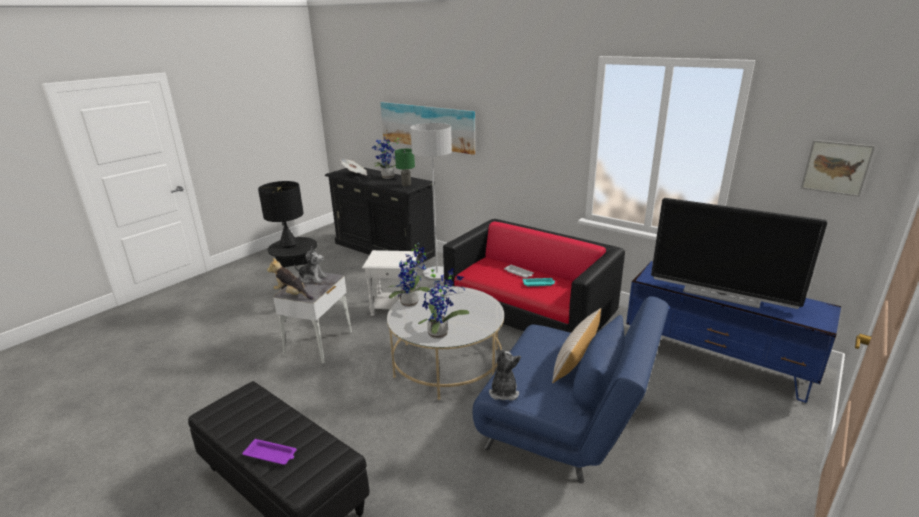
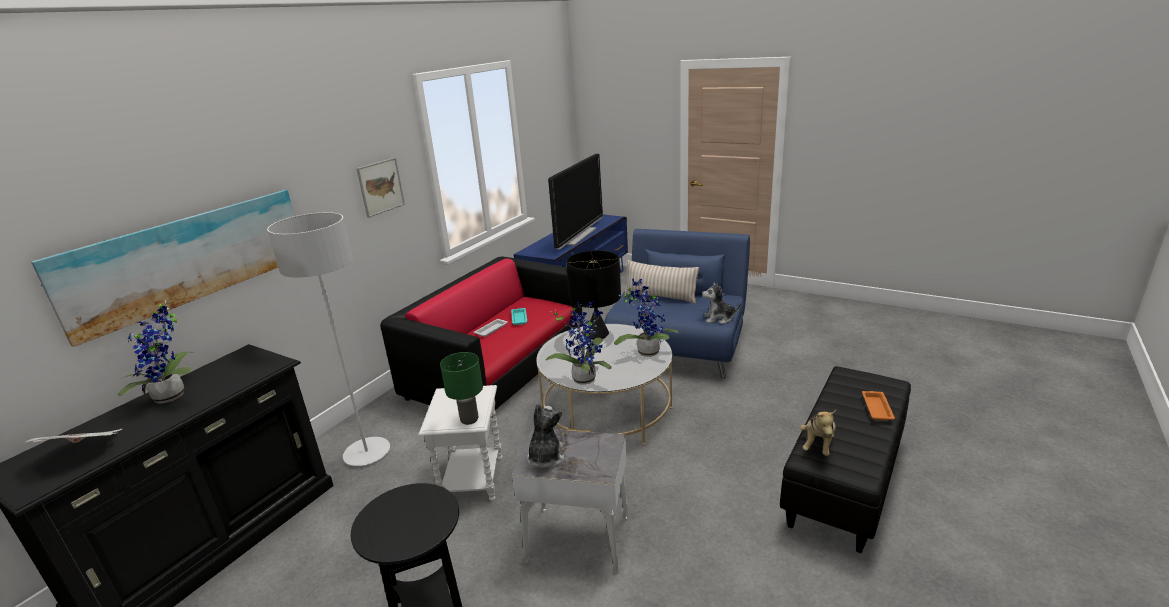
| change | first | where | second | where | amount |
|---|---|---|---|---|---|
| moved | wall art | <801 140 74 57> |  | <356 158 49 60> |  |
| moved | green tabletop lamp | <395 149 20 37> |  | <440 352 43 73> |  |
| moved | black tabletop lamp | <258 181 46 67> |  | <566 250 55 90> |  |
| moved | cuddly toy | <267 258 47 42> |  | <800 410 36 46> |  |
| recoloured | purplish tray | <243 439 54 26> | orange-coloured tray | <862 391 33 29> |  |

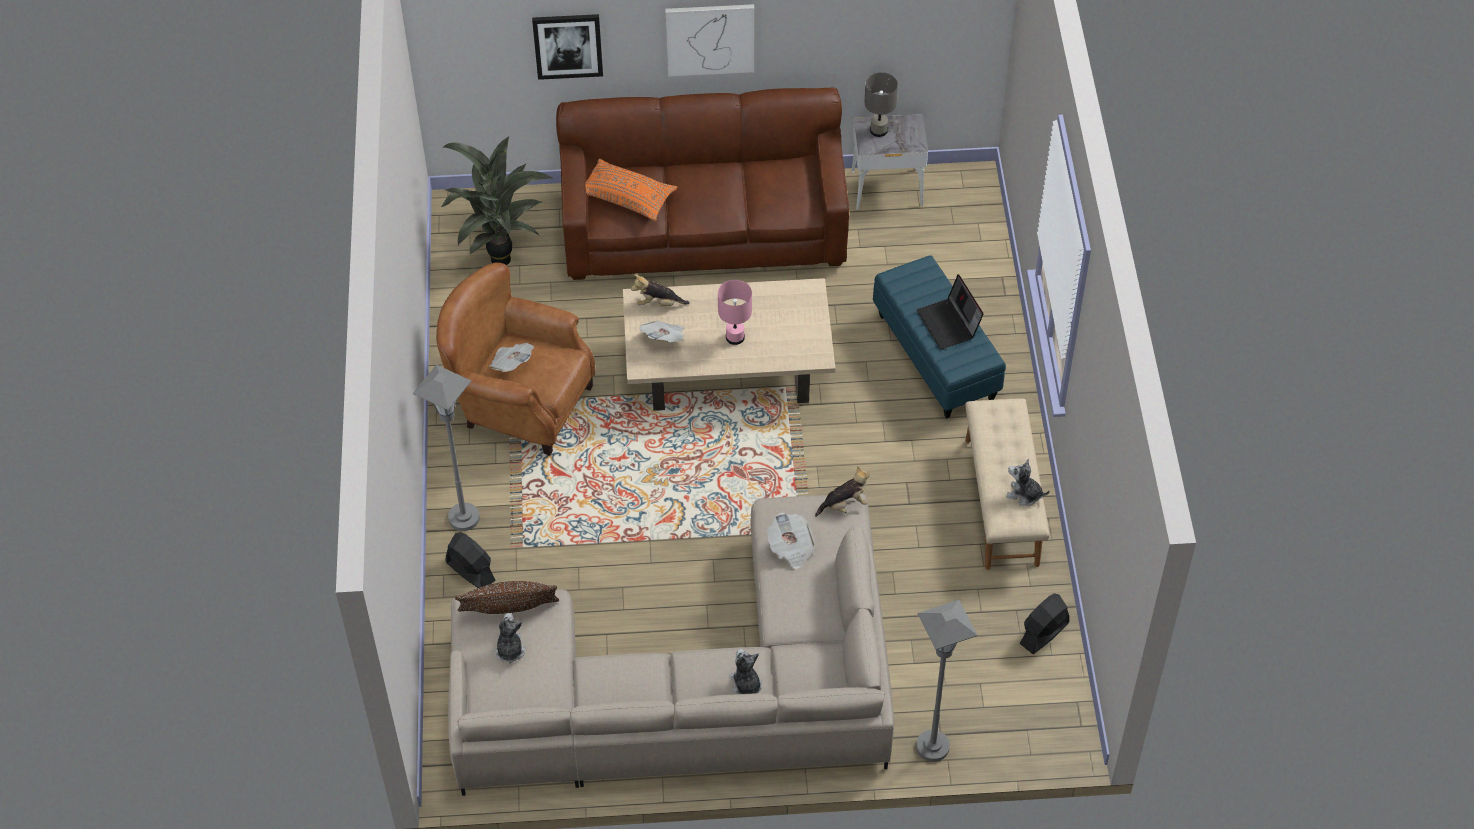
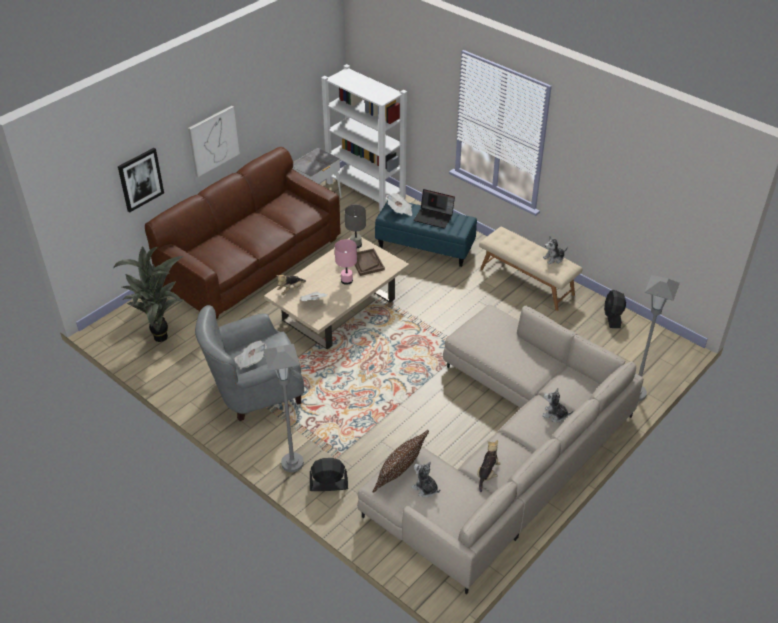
| change | first | where | second | where | amount |
|---|---|---|---|---|---|
| recoloured | brown easy chair | <436 262 159 194> | greyish easy chair | <195 305 109 116> |  |
| added |  |  | whitish bookshelf | <321 64 86 148> |  |
| moved | greyish tabletop lamp | <865 72 33 65> |  | <345 205 21 43> |  |
| added |  |  | brown tray | <355 248 30 28> |  |
| moved | printed paper | <767 512 49 57> |  | <386 193 26 23> |  |
| moved | cuddly toy | <815 466 55 51> |  | <477 440 24 52> |  |
| removed | orange-coloured cushion | <585 159 92 62> |  |  |  |

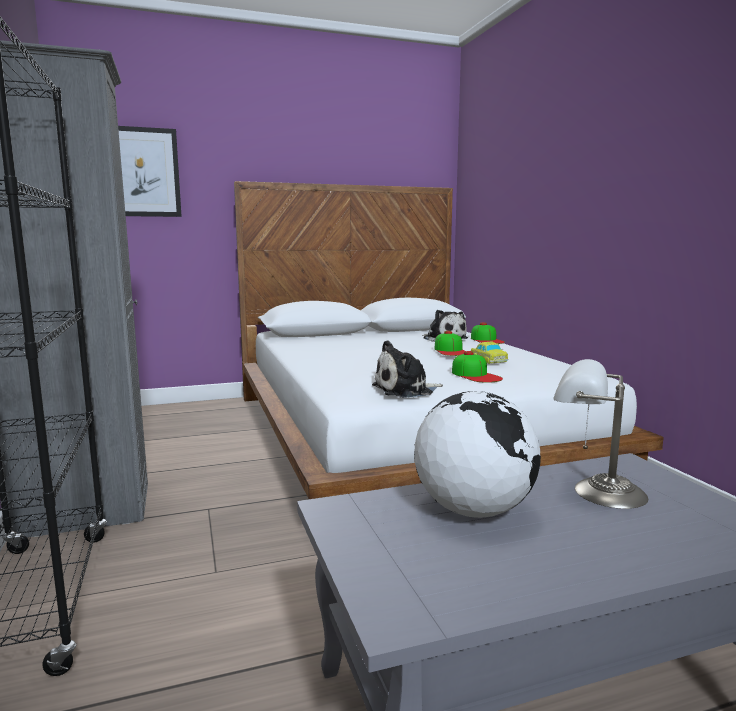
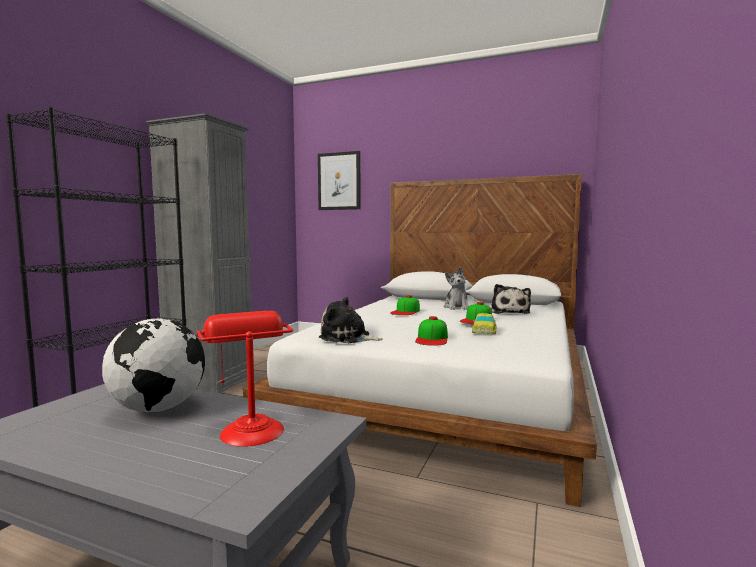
| change | first | where | second | where | amount |
|---|---|---|---|---|---|
| recoloured | whitish tabletop lamp | <554 359 94 150> | reddish tabletop lamp | <197 311 96 136> |  |
| moved | baseball cap | <471 322 34 22> |  | <390 295 30 20> |  |
| added |  |  | cuddly toy | <444 267 25 43> |  |

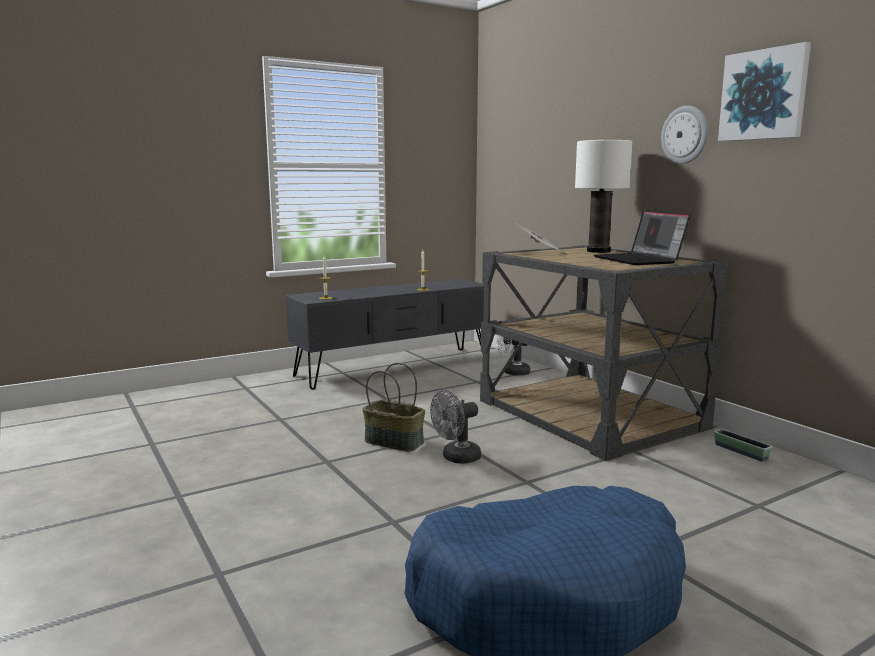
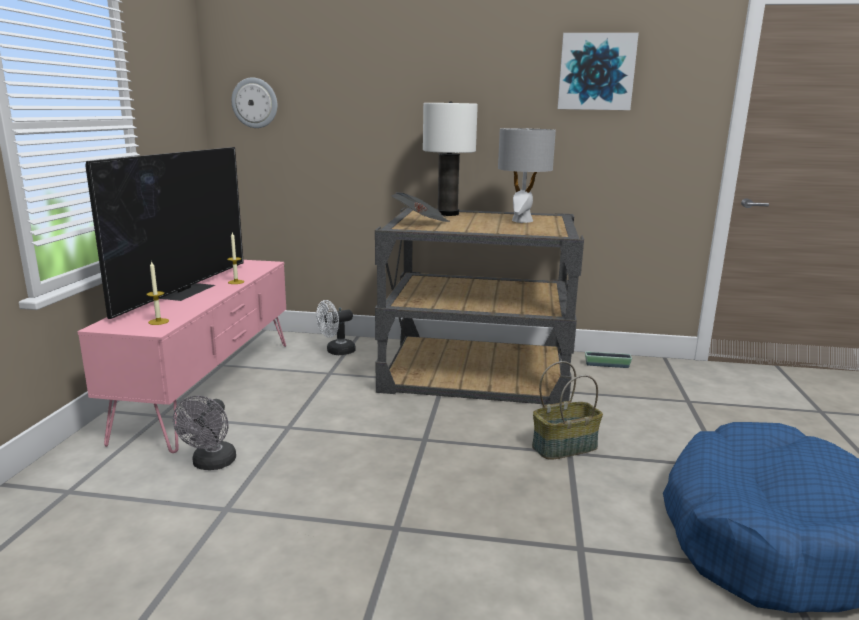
| change | first | where | second | where | amount |
|---|---|---|---|---|---|
| recoloured | greyish tv stand | <285 279 199 111> | pink tv stand | <77 260 209 193> |  |
| added |  |  | TV | <85 147 159 172> |  |
| moved | greyish cooling fan | <430 390 51 74> |  | <173 396 63 74> |  |
| moved | wall clock | <661 106 47 58> |  | <231 78 46 50> |  |
| replaced | portable computer | <594 210 96 55> | greyish tabletop lamp | <498 128 58 95> |  |
| moved | storage basket | <362 363 63 88> |  | <532 361 71 99> |  |

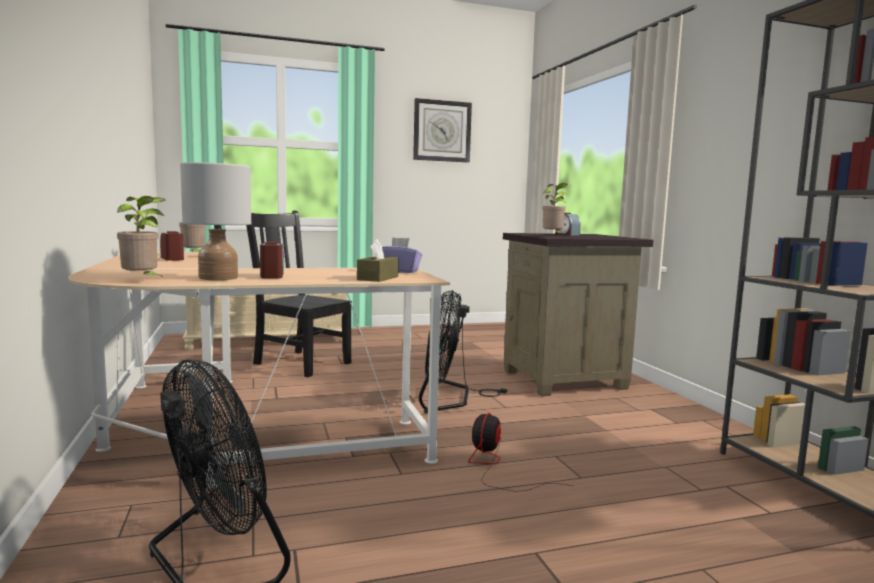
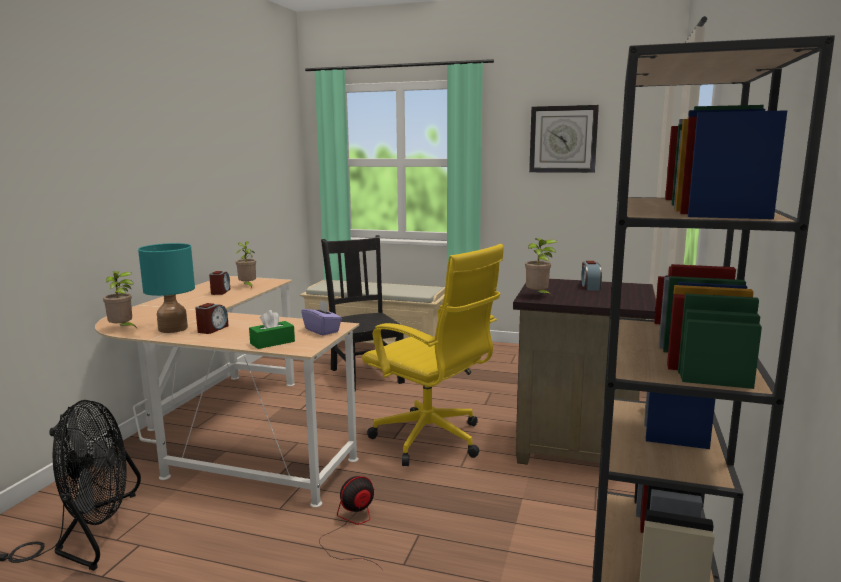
| change | first | where | second | where | amount |
|---|---|---|---|---|---|
| recoloured | greyish tabletop lamp | <180 162 71 118> | blue-green tabletop lamp | <138 243 57 90> |  |
| recoloured | brown tissue holder | <357 239 42 43> | green tissue holder | <249 310 46 39> |  |
| replaced | black cooling fan | <419 290 90 124> | yellow office chair | <362 244 142 222> |  |

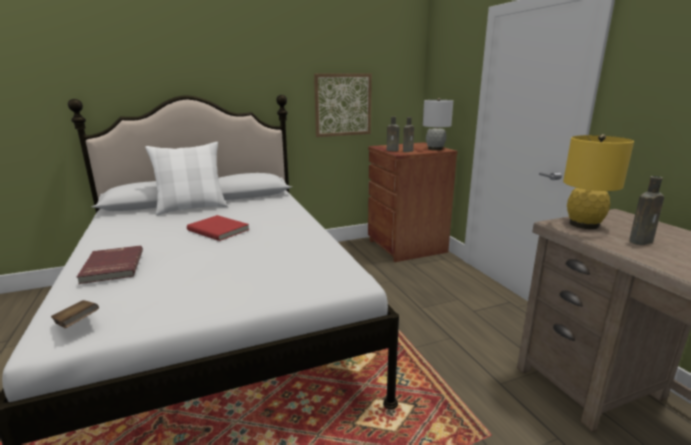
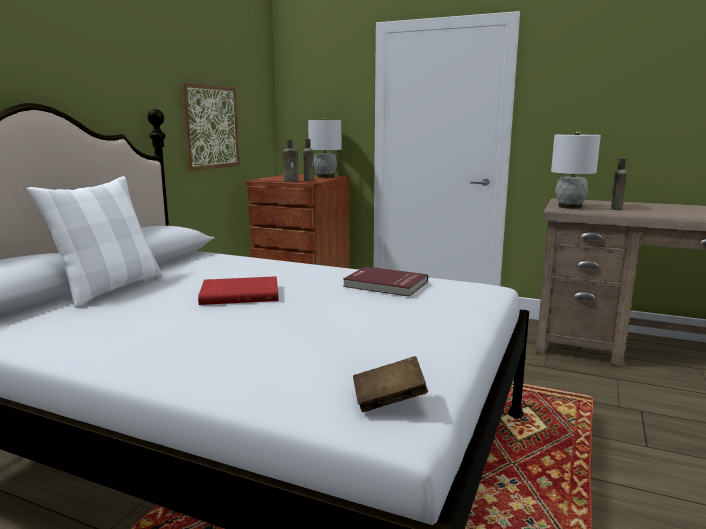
| change | first | where | second | where | amount |
|---|---|---|---|---|---|
| moved | reddish volume | <77 246 66 38> |  | <343 266 85 30> |  |
| recoloured | yellow tabletop lamp | <563 134 71 95> | whitish tabletop lamp | <551 131 50 78> |  |

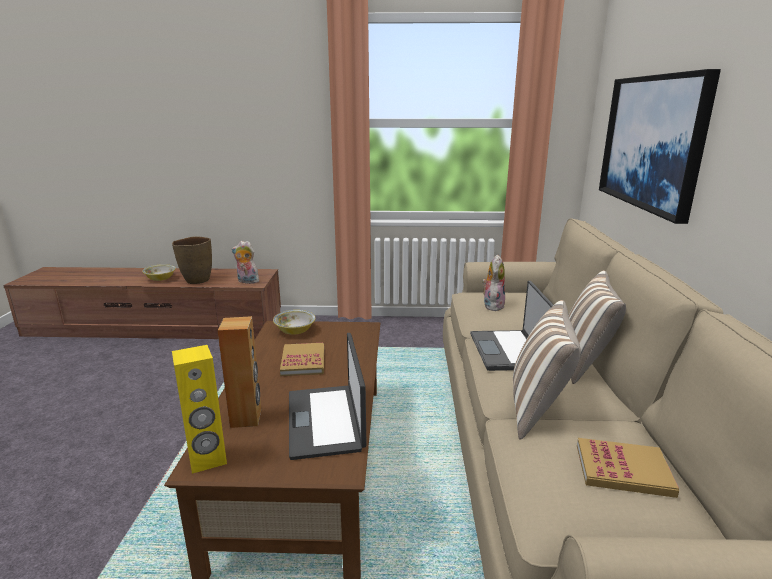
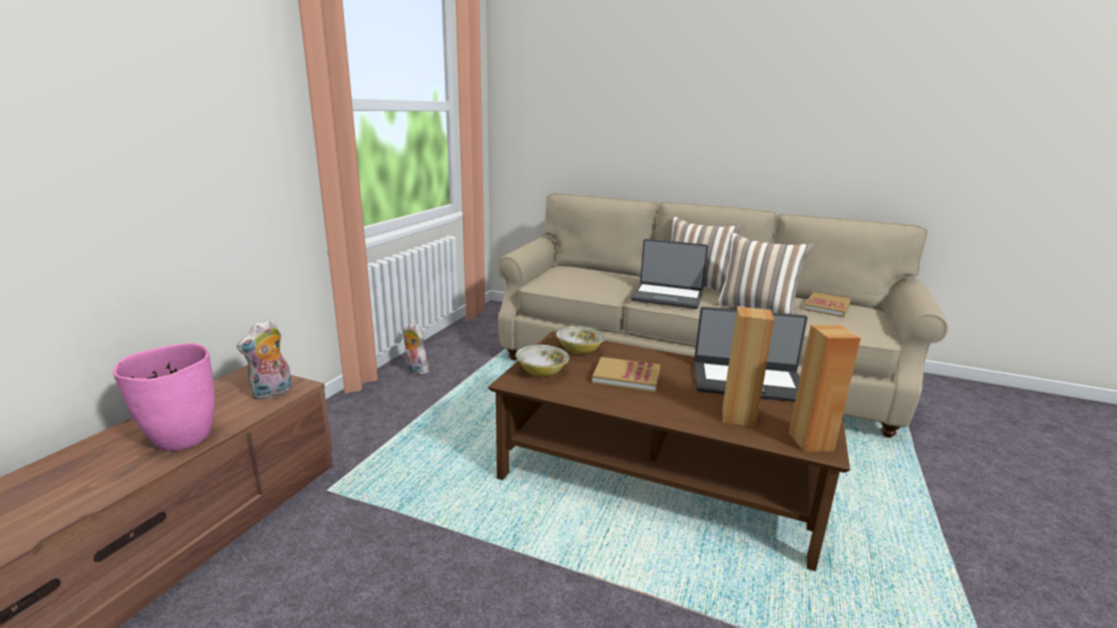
| change | first | where | second | where | amount |
|---|---|---|---|---|---|
| recoloured | brown vase | <172 236 40 48> | pink vase | <113 343 102 108> |  |
| moved | cuddly toy | <482 254 23 57> |  | <403 322 26 53> |  |
| moved | bowl | <142 264 34 17> |  | <556 327 49 27> |  |
| recoloured | yellow loudspeaker | <172 345 55 129> | brown loudspeaker | <789 325 72 127> |  |
| removed | wall art | <599 69 122 155> |  |  |  |

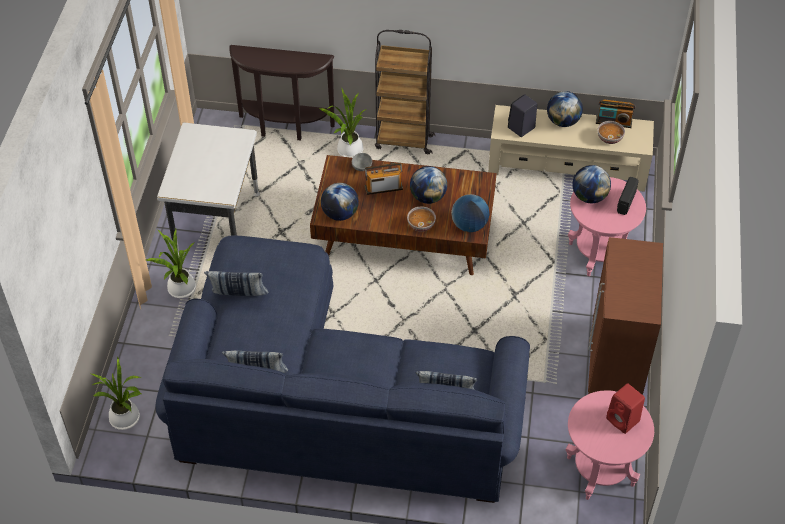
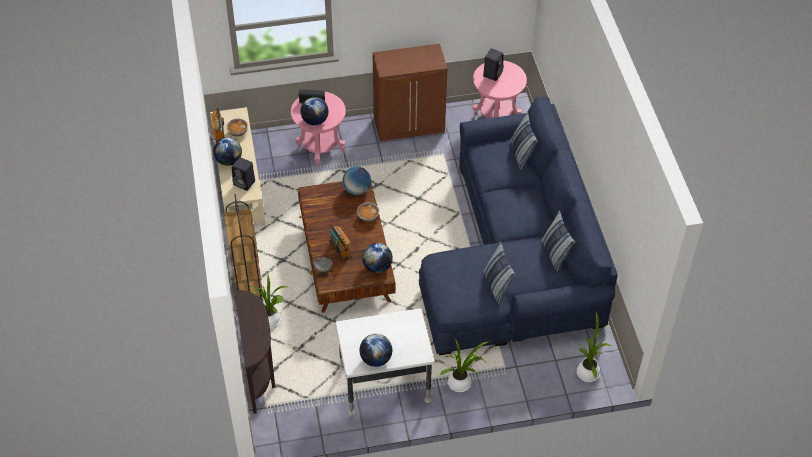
| change | first | where | second | where | amount |
|---|---|---|---|---|---|
| moved | world globe | <410 166 37 38> |  | <359 334 33 33> |  |
| recoloured | reddish loudspeaker | <606 383 39 51> | black loudspeaker | <483 48 21 33> |  |

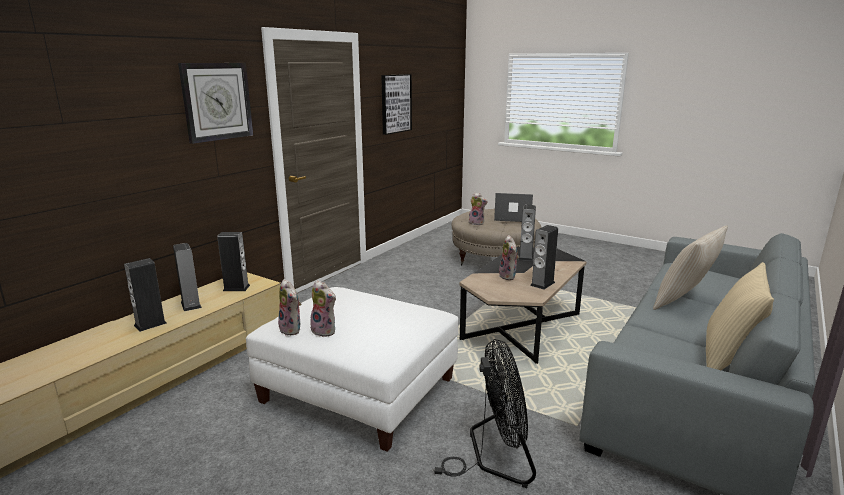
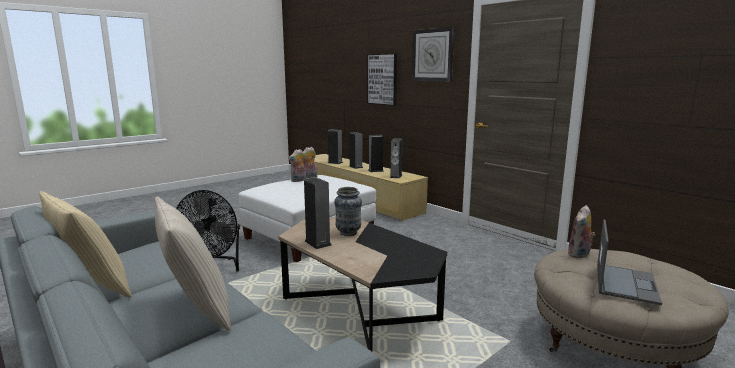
| change | first | where | second | where | amount |
|---|---|---|---|---|---|
| moved | loudspeaker | <519 205 17 56> |  | <328 129 15 35> |  |
| replaced | cuddly toy | <499 235 20 45> | vase | <334 187 28 49> |  |
| moved | wall art | <381 74 31 61> |  | <367 53 30 53> |  |

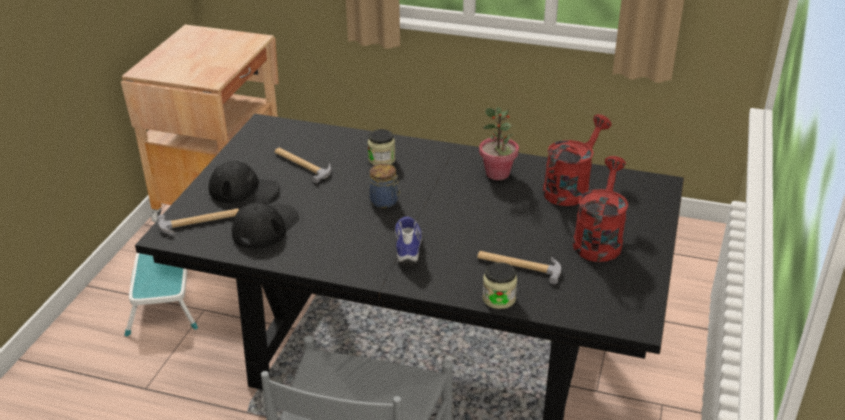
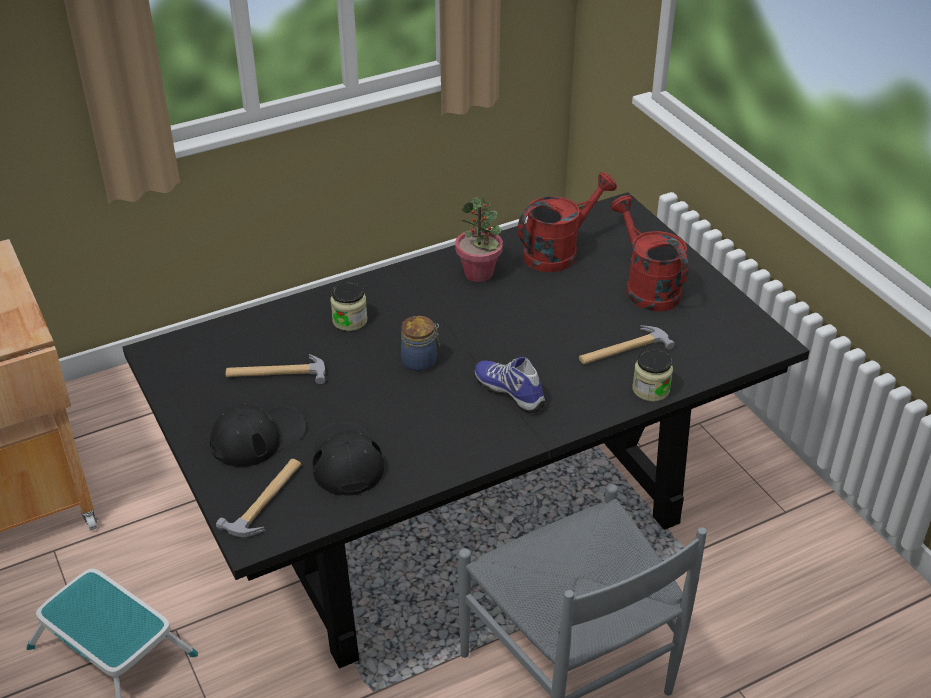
| change | first | where | second | where | amount |
|---|---|---|---|---|---|
| turned | reddish watering can | <543 114 68 92> |  | <518 172 99 100> | 60 degrees clockwise |

